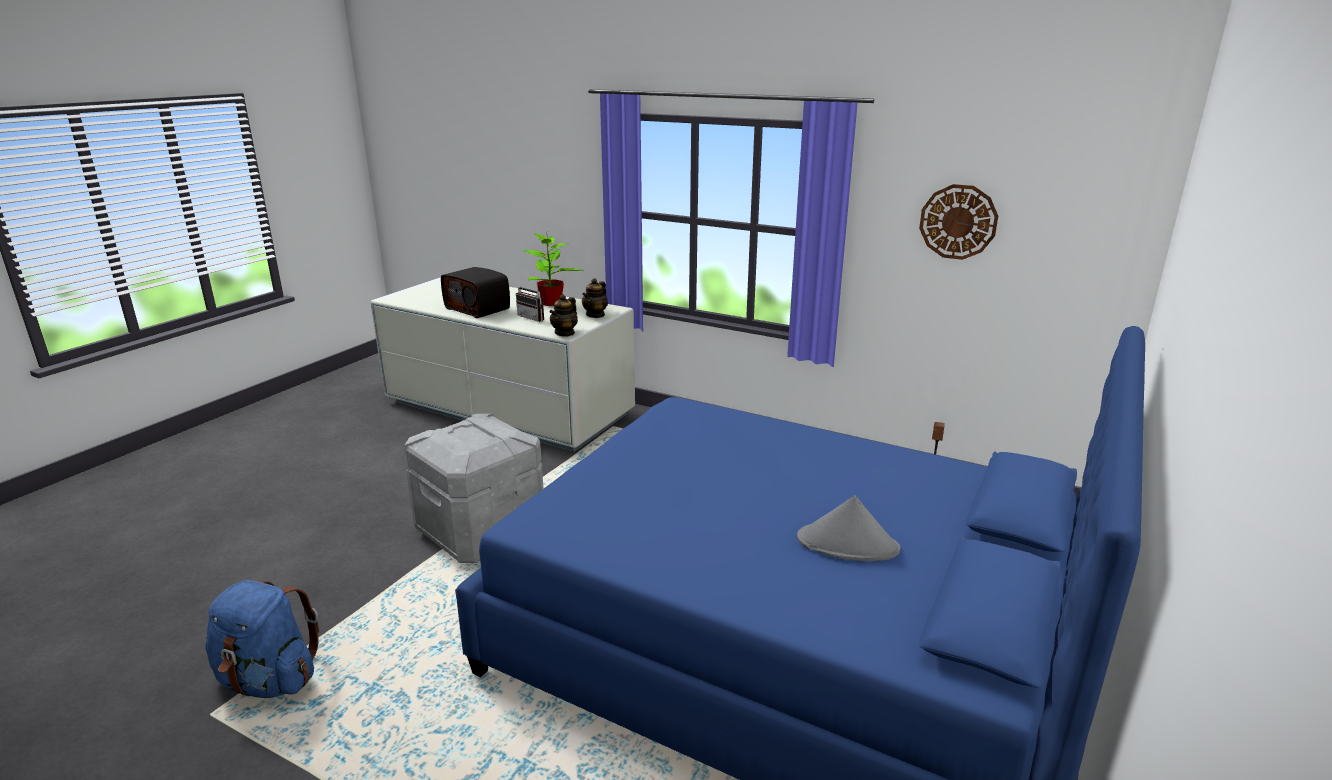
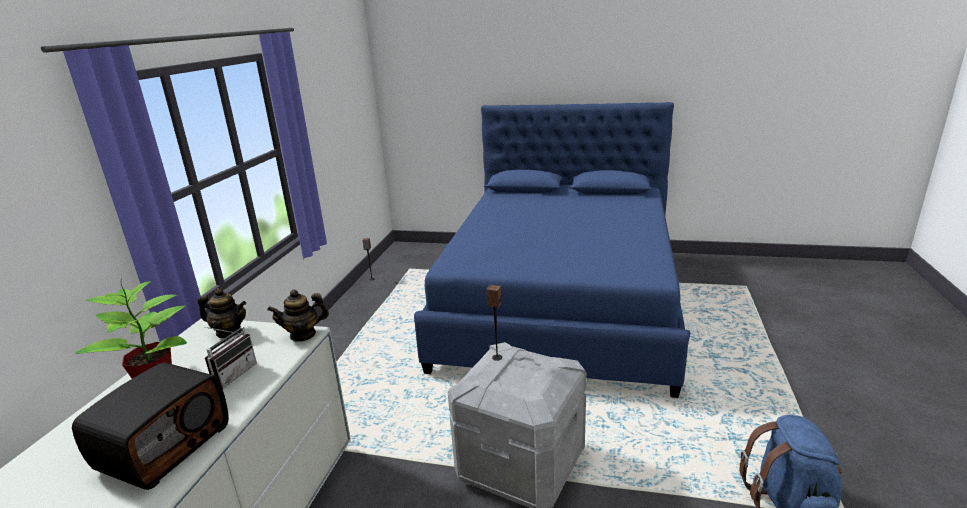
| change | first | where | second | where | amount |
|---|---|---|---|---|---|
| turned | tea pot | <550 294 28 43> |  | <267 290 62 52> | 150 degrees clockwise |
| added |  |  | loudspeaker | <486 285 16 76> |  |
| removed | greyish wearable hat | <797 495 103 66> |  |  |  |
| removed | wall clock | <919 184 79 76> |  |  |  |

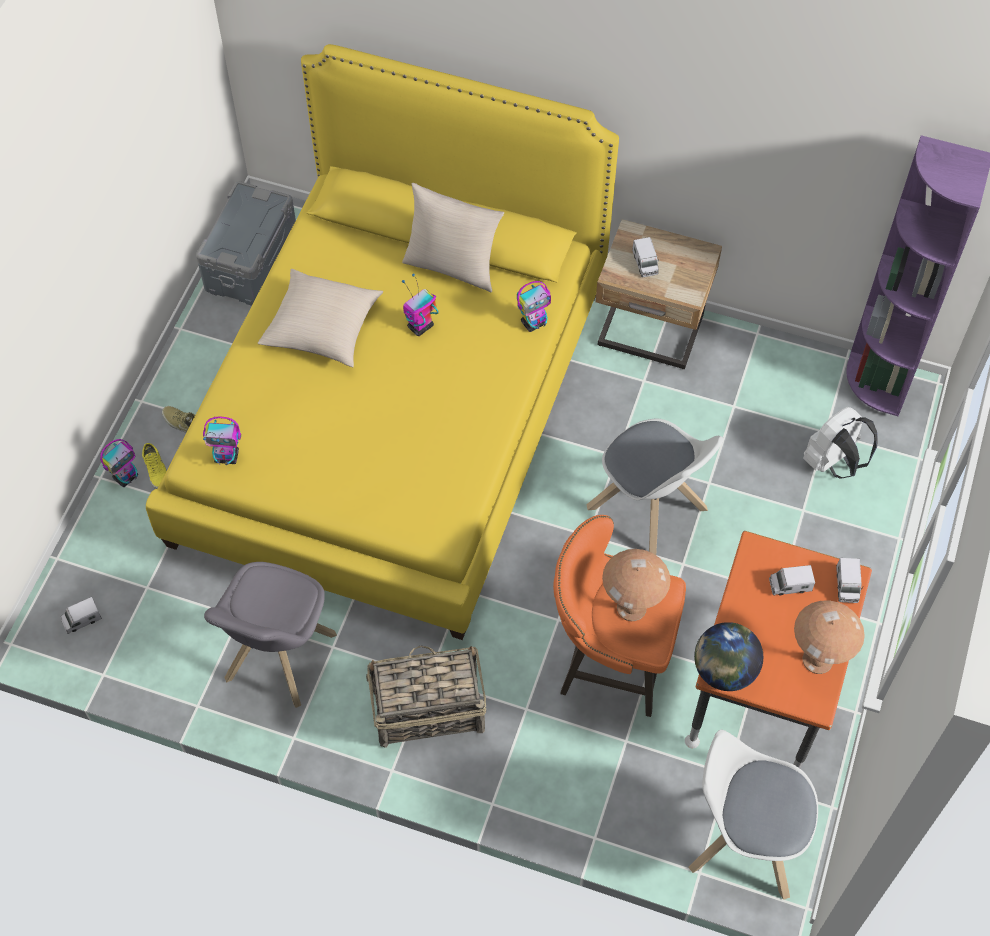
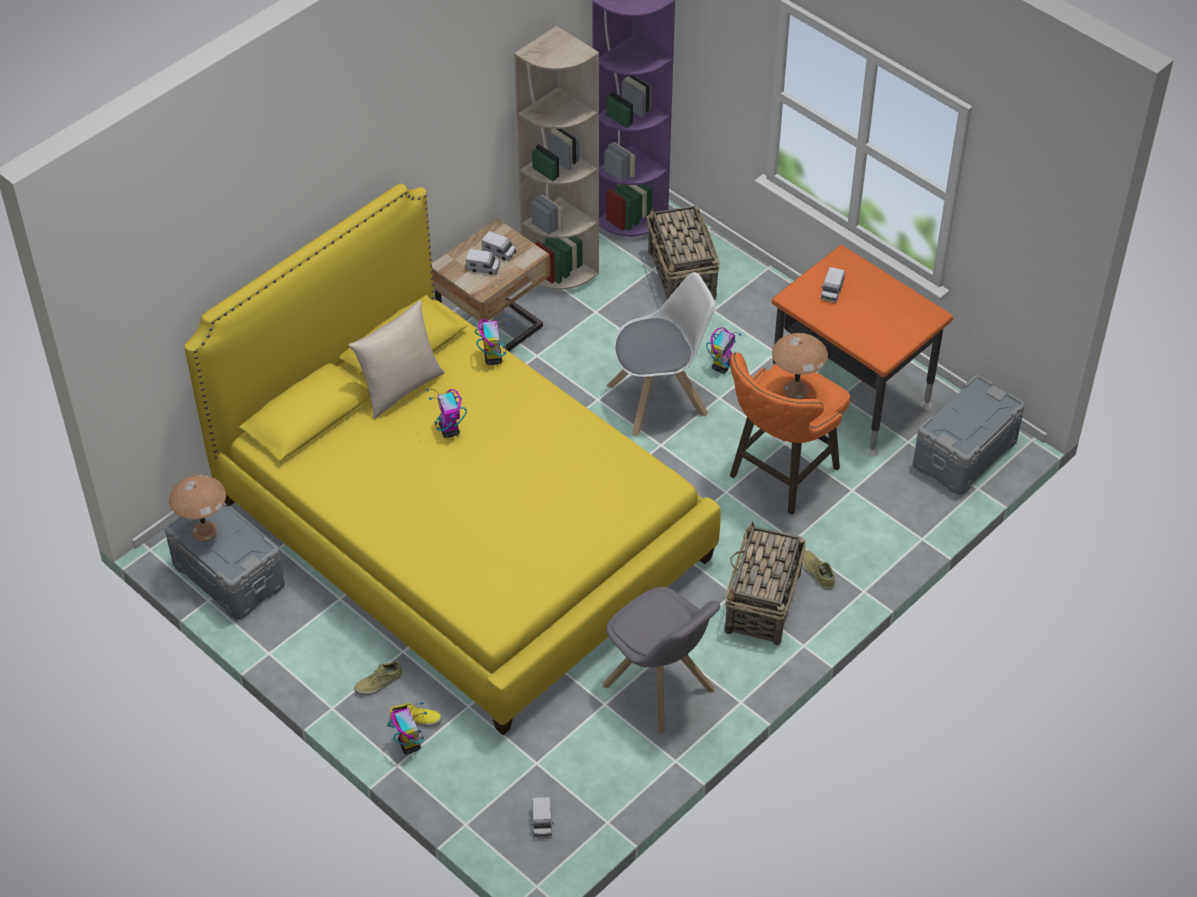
| change | first | where | second | where | amount |
|---|---|---|---|---|---|
| moved | brown tabletop lamp | <794 600 71 74> |  | <169 475 57 67> |  |
| moved | toy truck | <836 558 27 45> |  | <482 231 35 30> |  |
| added |  |  | beige bookshelf | <514 26 85 264> |  |
| replaced | whitish backpack | <803 407 75 72> | storage basket | <646 206 74 94> |  |
| moved | model robot | <203 416 38 49> |  | <706 327 35 46> |  |
| added |  |  | beige low shoe | <802 550 33 40> |  |
| replaced | chair | <688 730 130 170> | greyish storage box | <913 375 112 120> |  |
| removed | beige cushion | <258 269 125 98> |  |  |  |
| removed | world globe | <694 622 69 69> |  |  |  |

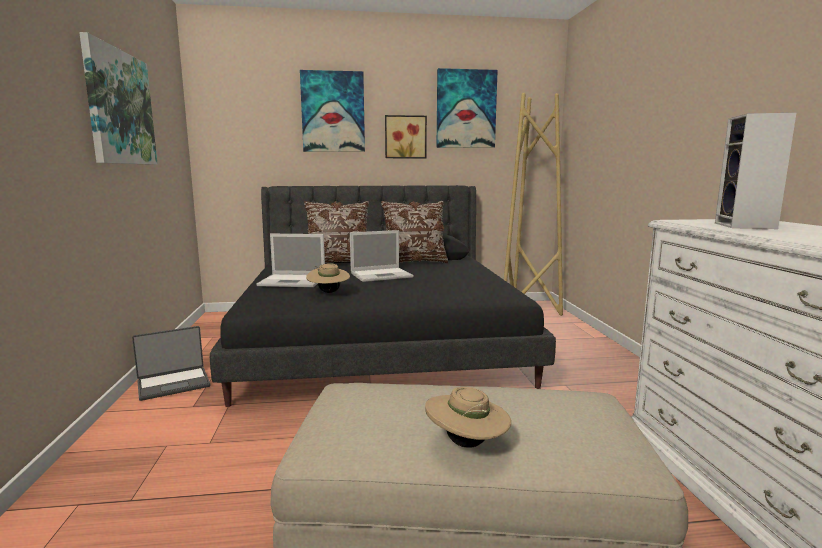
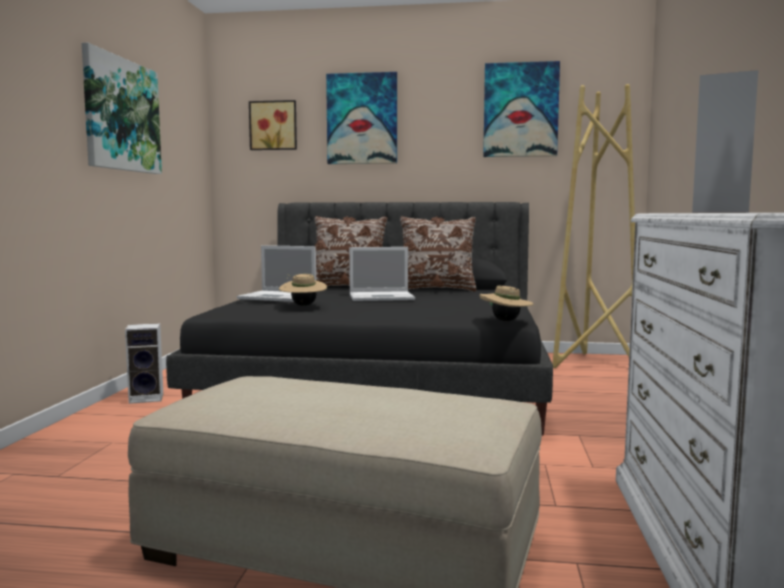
| change | first | where | second | where | amount |
|---|---|---|---|---|---|
| replaced | portable computer | <132 326 78 75> | loudspeaker | <125 323 38 81> |  |
| moved | wall art | <385 115 42 43> |  | <249 100 48 50> |  |
| moved | beige wearable hat | <425 387 86 61> |  | <480 286 54 35> |  |

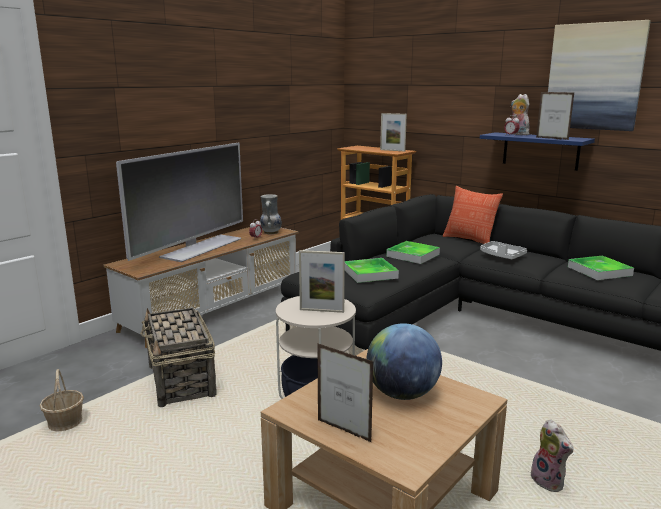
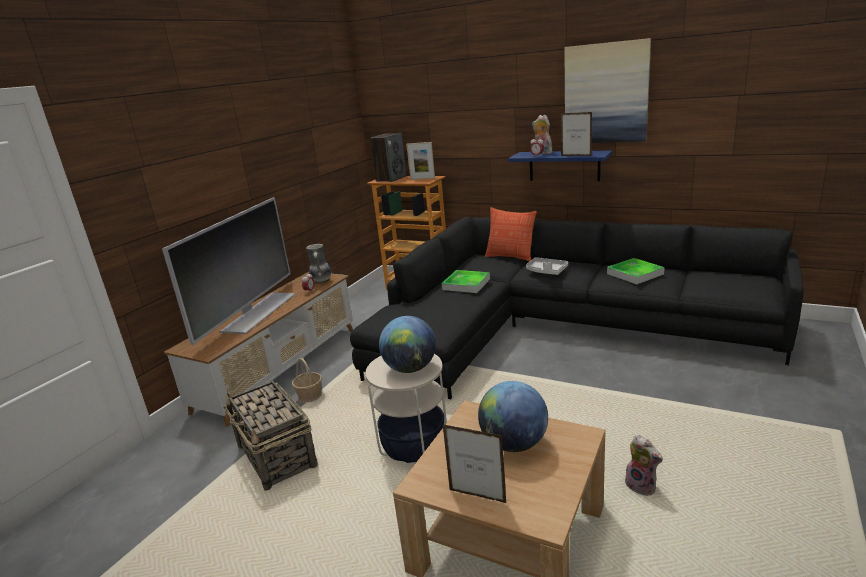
| change | first | where | second | where | amount |
|---|---|---|---|---|---|
| moved | storage basket | <40 369 44 63> |  | <292 358 30 45> |  |
| added |  |  | loudspeaker | <370 133 37 49> |  |
| replaced | standing frame | <299 250 46 63> | world globe | <379 316 57 57> |  |
| removed | tray | <345 258 54 25> |  |  |  |

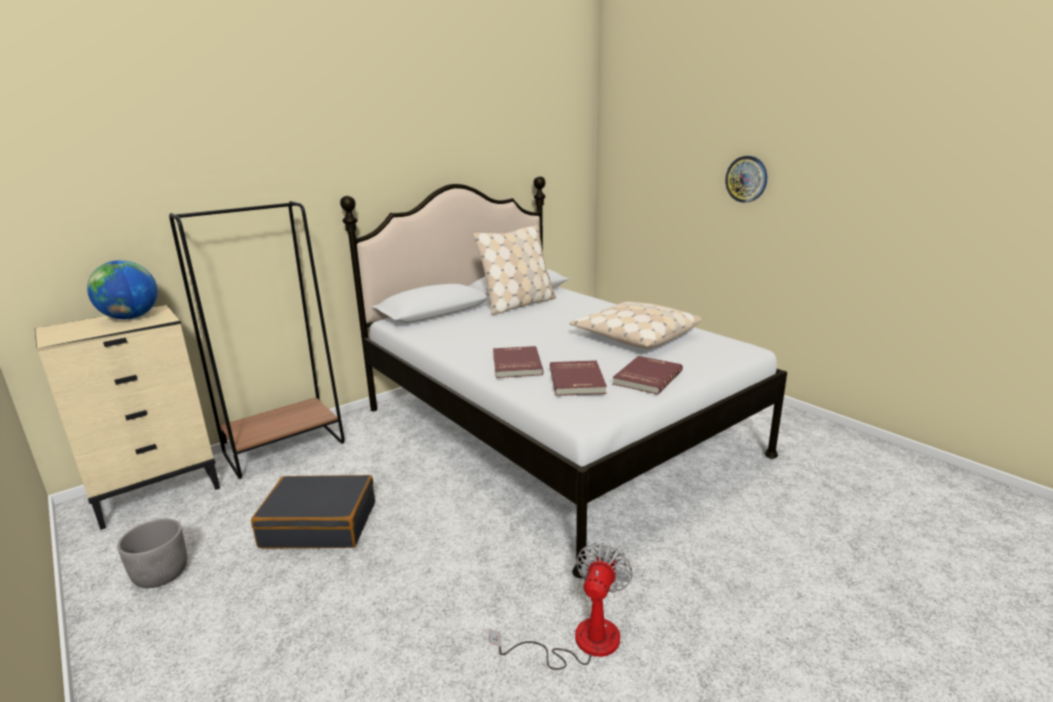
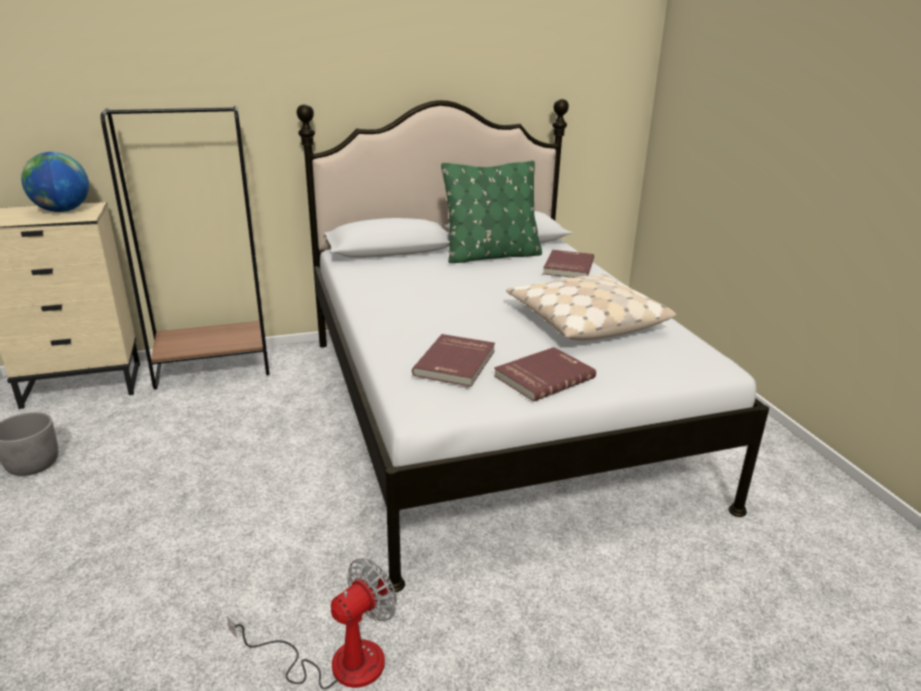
| change | first | where | second | where | amount |
|---|---|---|---|---|---|
| recoloured | beige cushion | <473 225 83 90> | green cushion | <441 161 101 102> |  |
| moved | reddish volume | <493 346 51 32> |  | <543 250 51 28> |  |
| removed | black travel case | <251 475 124 74> |  |  |  |
| removed | wall clock | <725 156 42 47> |  |  |  |

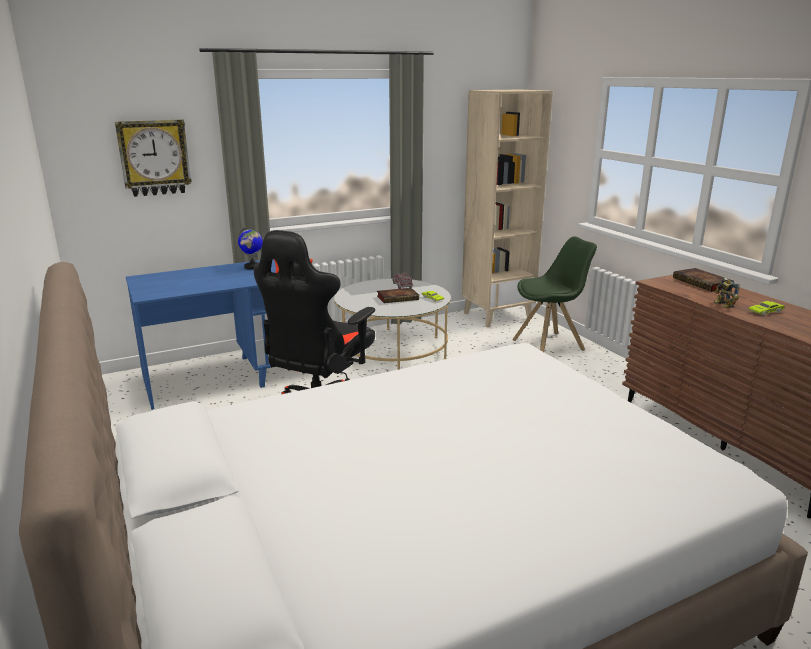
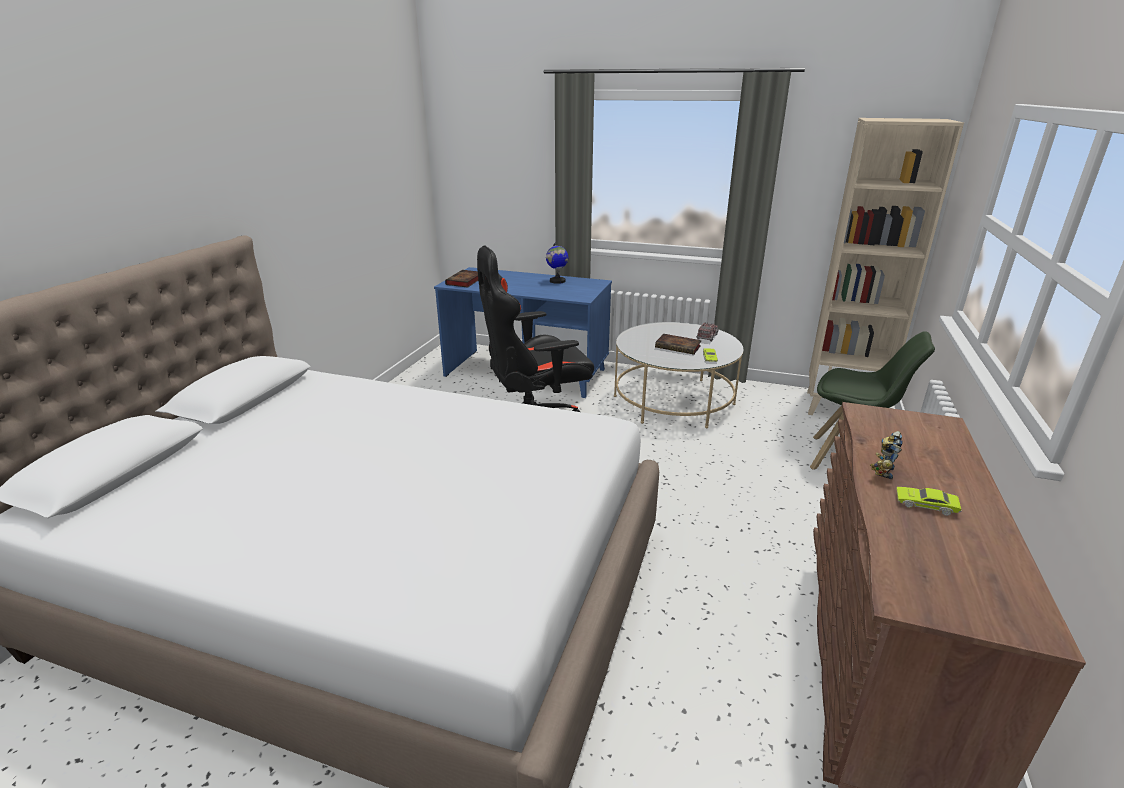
| change | first | where | second | where | amount |
|---|---|---|---|---|---|
| moved | volume | <673 268 61 24> |  | <445 270 33 17> |  |
| removed | wall clock | <115 119 77 78> |  |  |  |

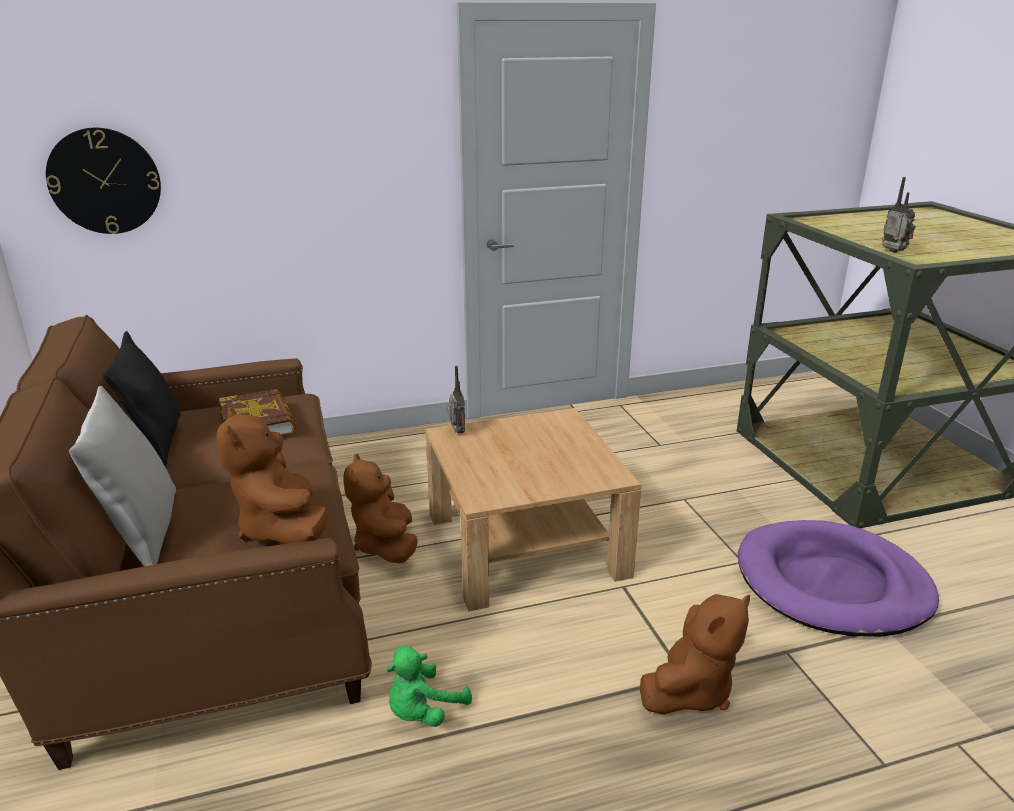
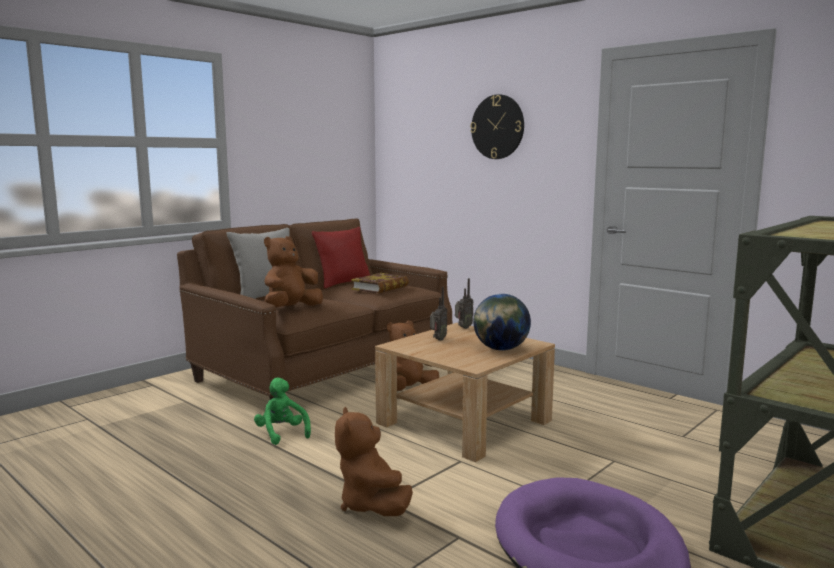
| change | first | where | second | where | amount |
|---|---|---|---|---|---|
| turned | green cuddly toy | <387 646 85 81> |  | <254 378 57 67> | 45 degrees clockwise |
| recoloured | black cushion | <102 331 79 135> | reddish cushion | <312 227 58 62> |  |
| turned | brown cuddly toy | <640 594 110 120> |  | <335 407 78 109> | 60 degrees clockwise |
| moved | radio receiver | <882 177 34 76> |  | <430 287 17 54> |  |
| moved | wall clock | <46 128 115 106> |  | <470 94 54 65> |  |
| added |  |  | world globe | <473 294 58 57> |  |

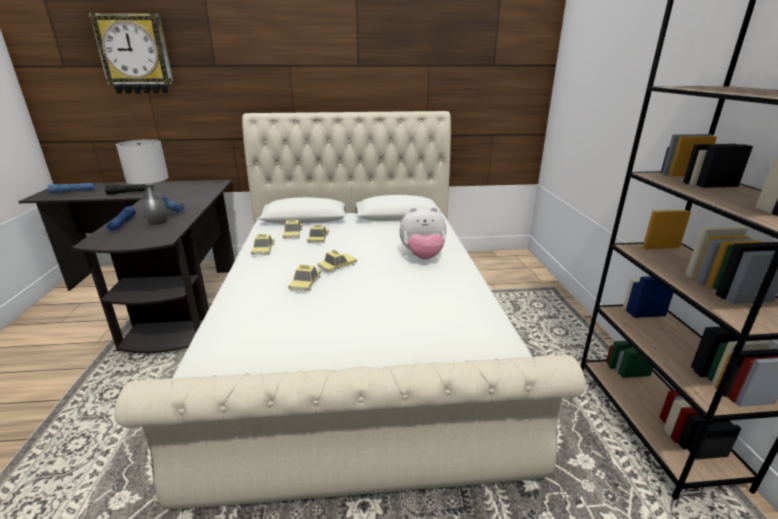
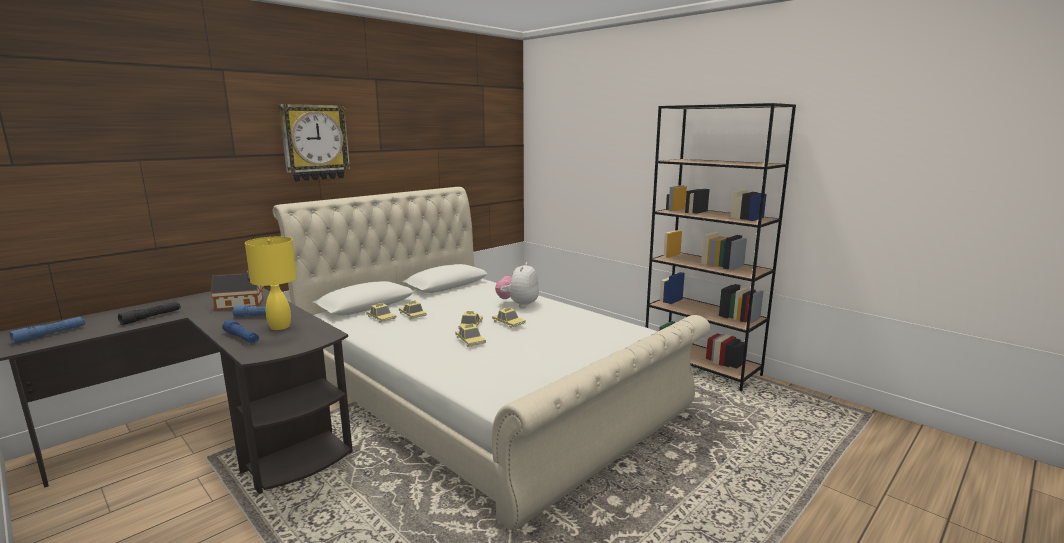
| change | first | where | second | where | amount |
|---|---|---|---|---|---|
| added |  |  | model house | <211 270 53 40> |  |
| recoloured | greyish tabletop lamp | <116 139 53 86> | yellow tabletop lamp | <245 237 52 93> |  |
| moved | wall clock | <88 13 86 81> |  | <279 104 72 78> |  |
| moved | toy car | <251 234 24 21> |  | <492 307 34 21> |  |
| turned | cuddly toy | <399 207 47 53> |  | <495 262 44 46> | 150 degrees clockwise |

